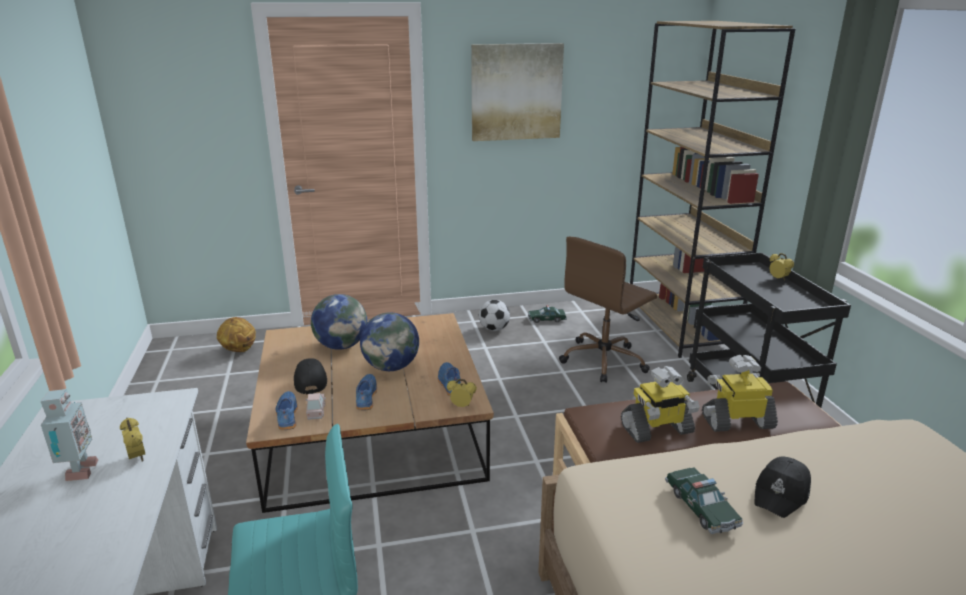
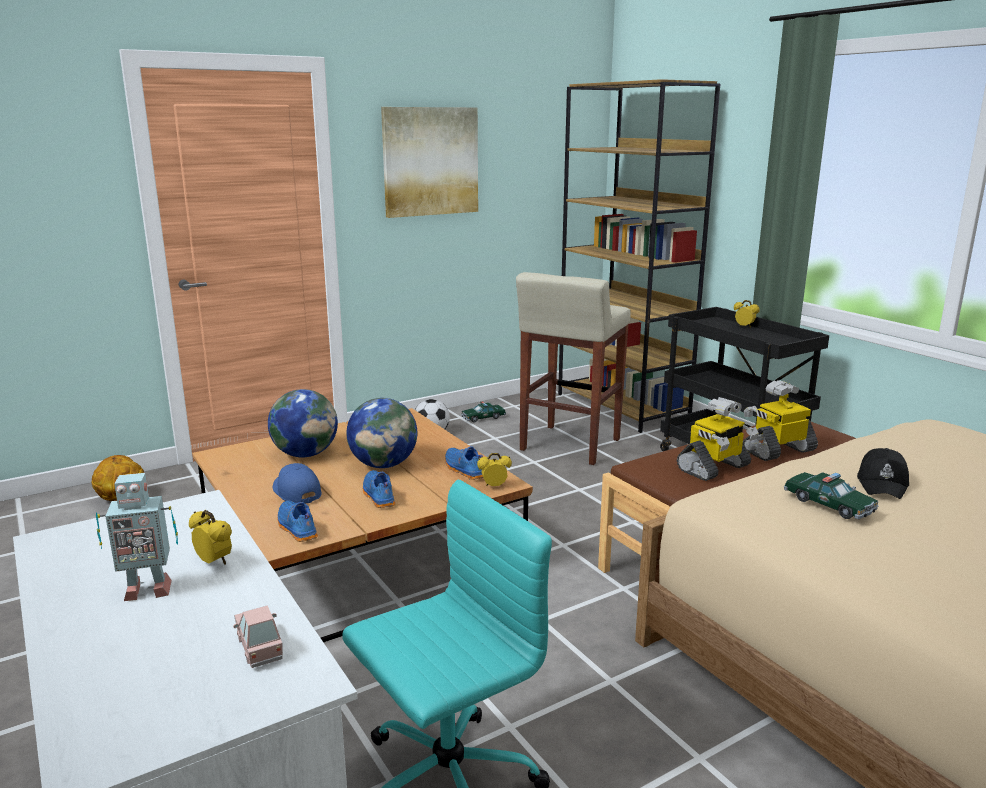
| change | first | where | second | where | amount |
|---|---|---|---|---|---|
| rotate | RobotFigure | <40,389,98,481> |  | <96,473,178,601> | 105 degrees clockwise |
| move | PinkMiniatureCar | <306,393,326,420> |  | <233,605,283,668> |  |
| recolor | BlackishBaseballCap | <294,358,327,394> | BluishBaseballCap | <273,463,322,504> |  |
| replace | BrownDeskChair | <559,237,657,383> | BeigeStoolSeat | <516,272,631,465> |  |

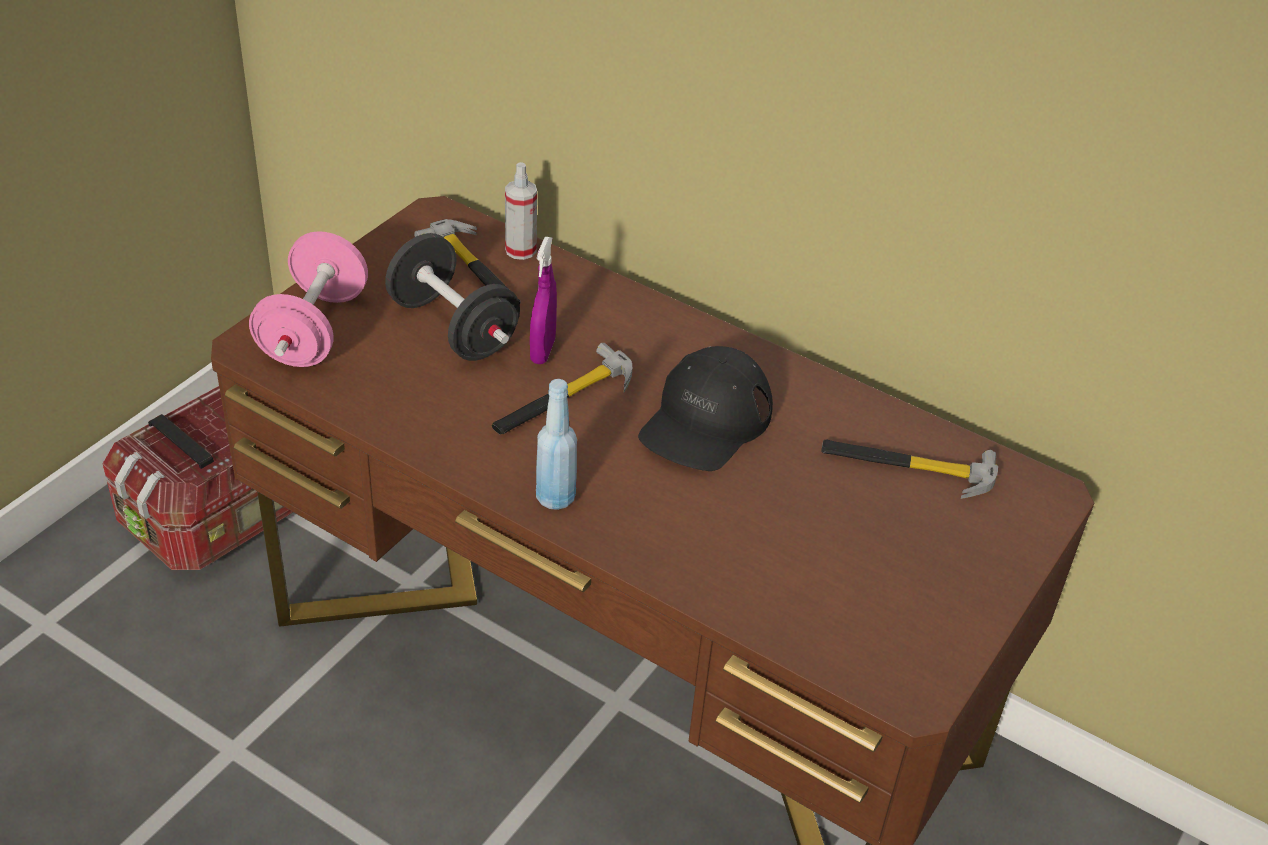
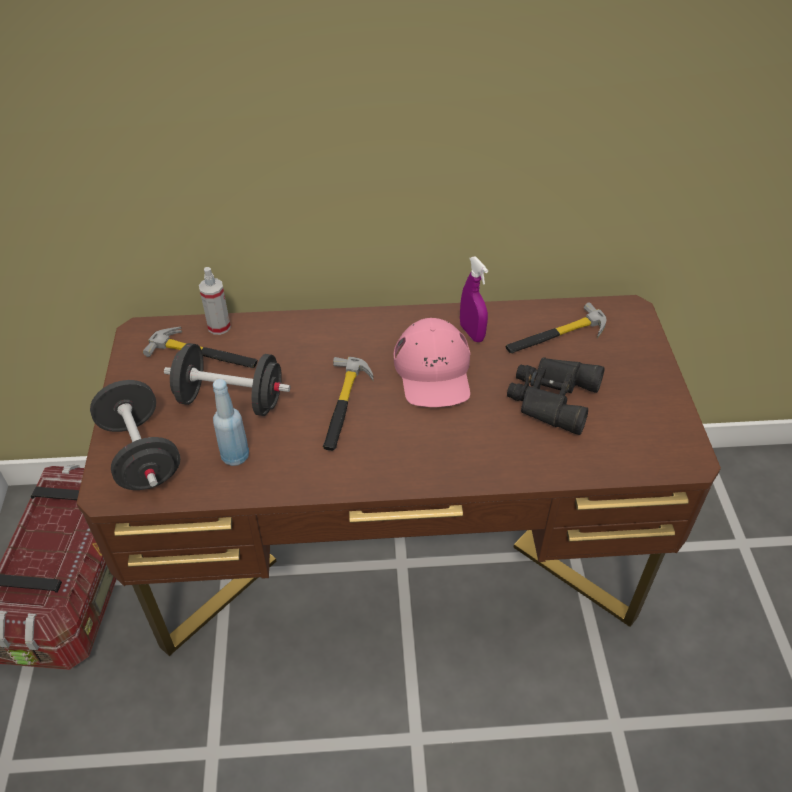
| change | first | where | second | where | amount |
|---|---|---|---|---|---|
| recolor | PinkFreeWeight | <249,231,368,367> | BlackishFreeWeight | <90,380,180,490> |  |
| move | BluishDrinkBottle | <536,379,577,510> |  | <213,379,249,466> |  |
| recolor | BlackishBaseballCap | <638,346,773,471> | PinkBaseballCap | <394,318,470,407> |  |
| move | PurpleHandSprayer | <530,237,557,364> |  | <460,256,488,342> |  |
| insert |  |  | BlackishFieldGlasses | <507,358,605,435> |  |

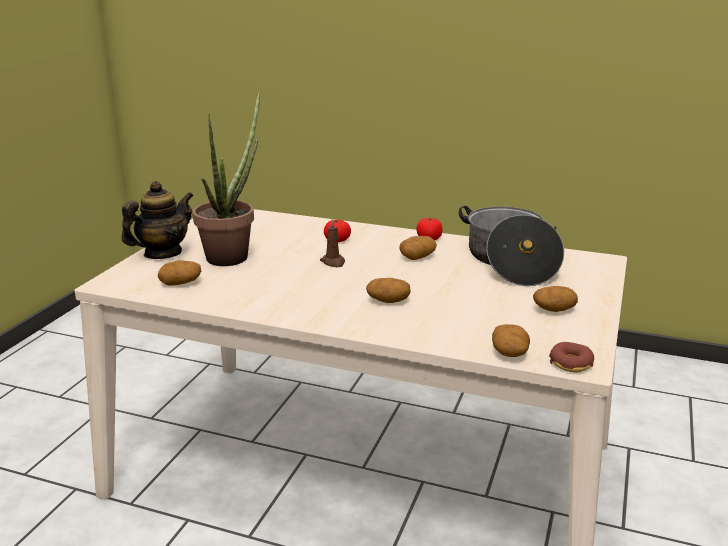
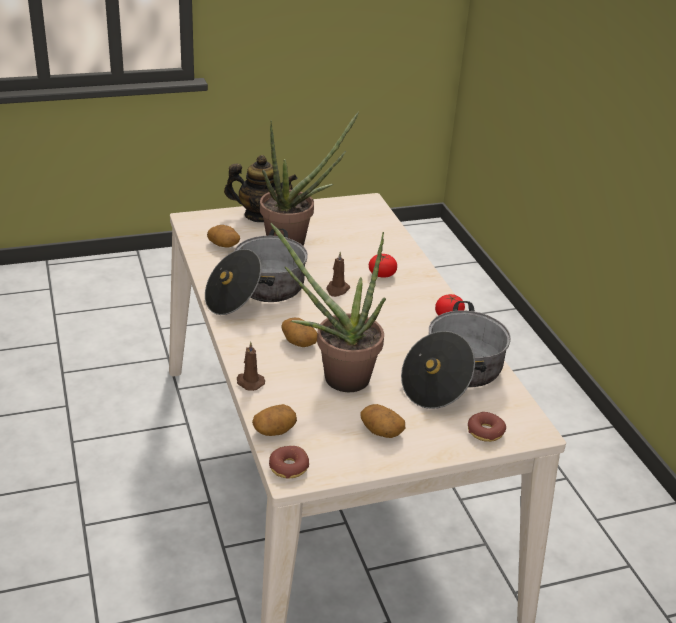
| change | first | where | second | where | amount |
|---|---|---|---|---|---|
| insert |  |  | Saucepot | <205,228,308,315> |  |
| insert |  |  | BrownWaxCandle | <237,342,265,391> |  |
| insert |  |  | Houseplant | <270,223,386,392> |  |
| insert |  |  | Doughnut | <468,412,506,442> |  |
| delete | Potato | <399,236,437,260> |  |  |  |

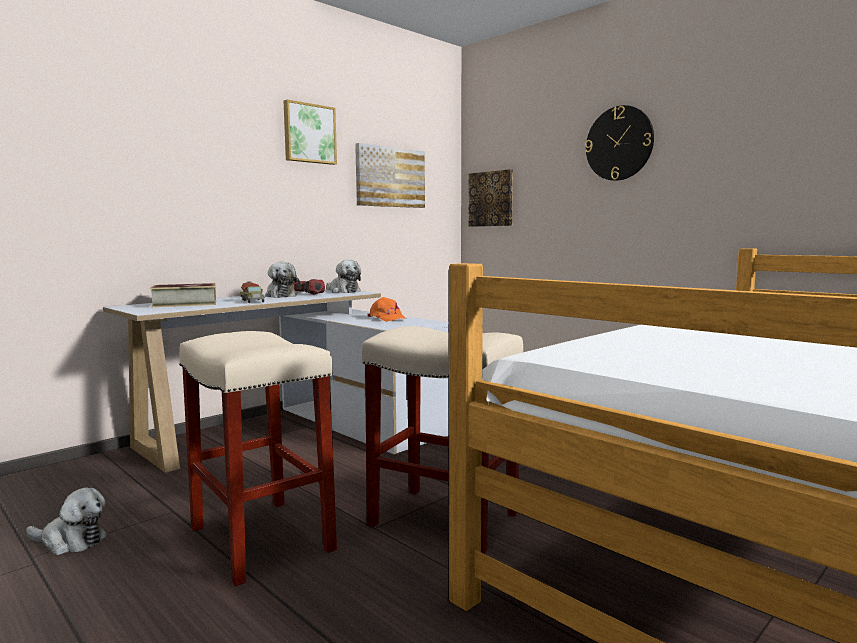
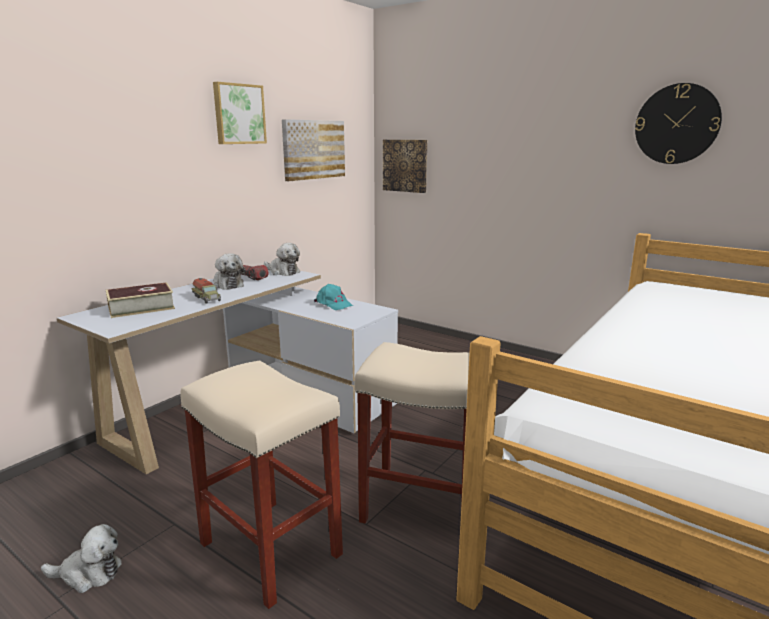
| change | first | where | second | where | amount |
|---|---|---|---|---|---|
| recolor | OrangeColouredBaseballCap | <368,297,406,322> | BlueGreenBaseballCap | <314,284,353,310> |  |
| move | WallClock | <585,105,654,181> |  | <635,83,722,164> |  |

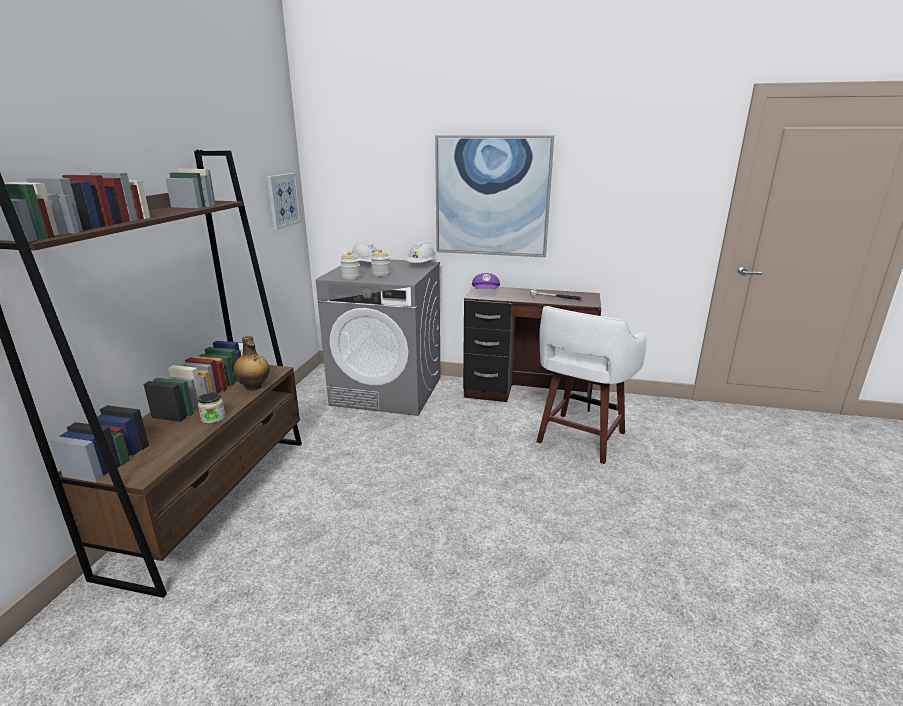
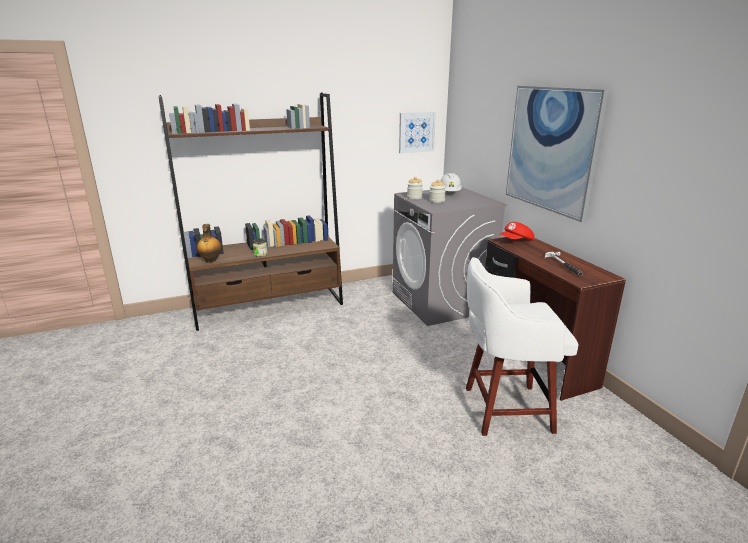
| change | first | where | second | where | amount |
|---|---|---|---|---|---|
| move | DrinkBottle | <233,335,270,391> |  | <197,224,222,263> |  |
| recolor | PurpleBaseballCap | <472,273,500,289> | ReddishBaseballCap | <500,222,535,241> |  |
| delete | WhiteWorkHelmet | <406,241,436,263> |  |  |  |

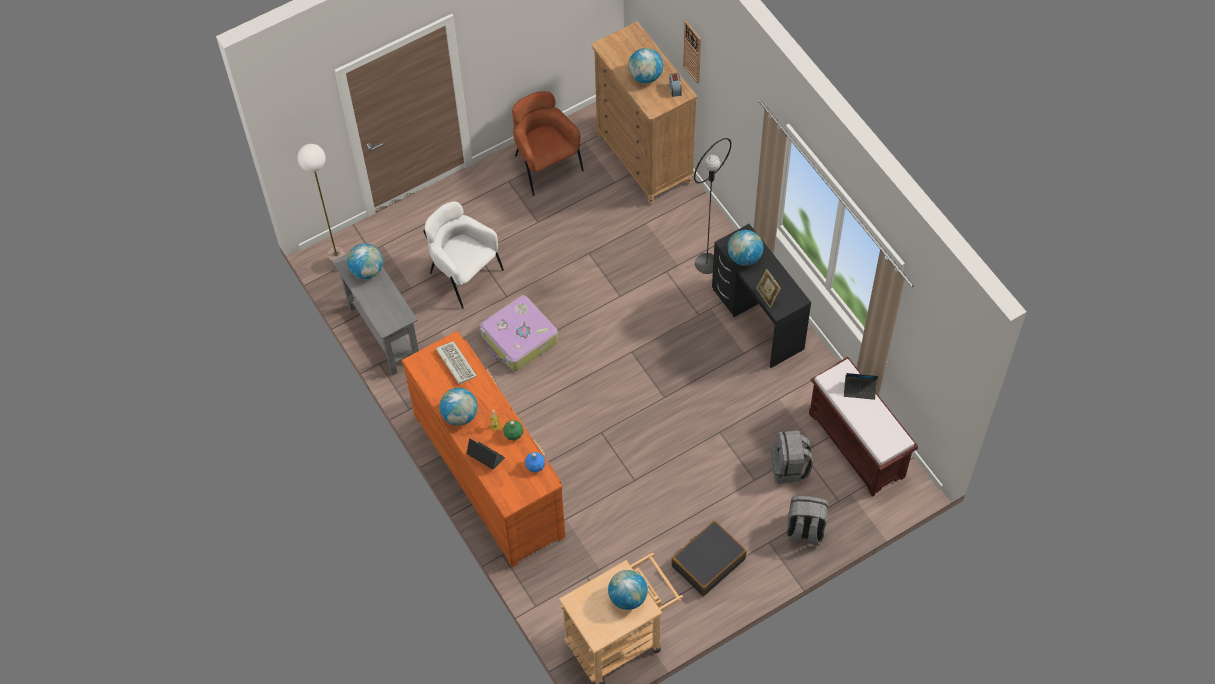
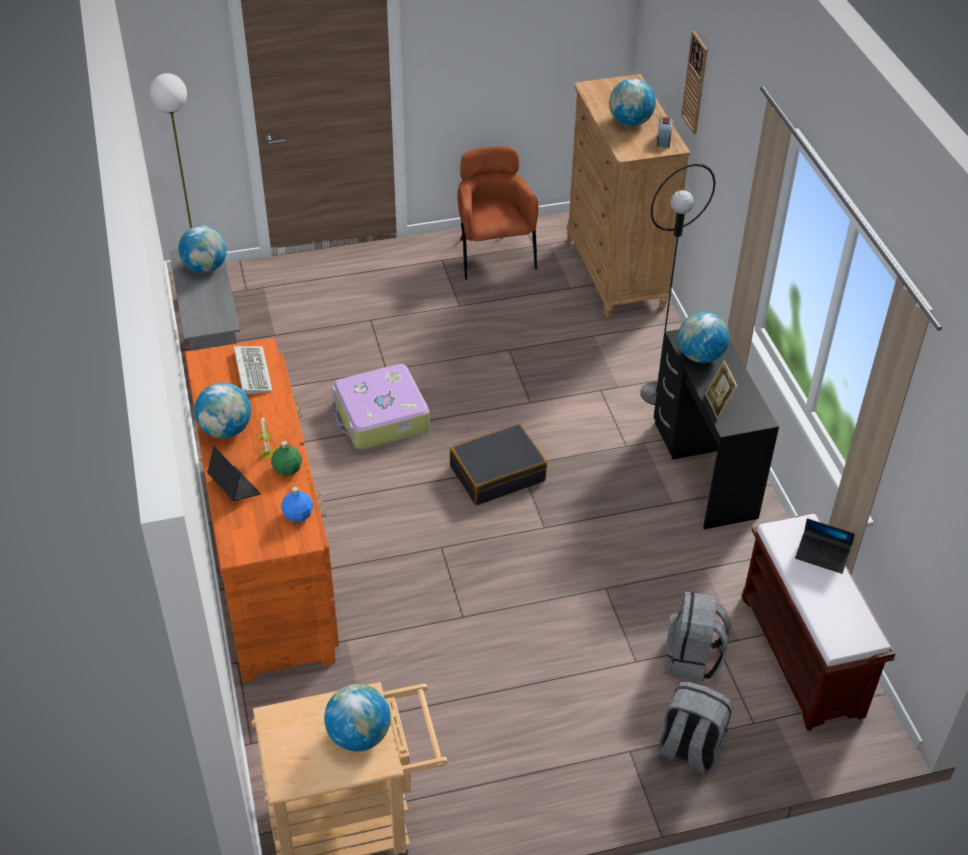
| change | first | where | second | where | amount |
|---|---|---|---|---|---|
| move | BlackishTravelCase | <672,521,747,596> |  | <450,424,547,505> |  |
| delete | WhiteLoungeChair | <423,202,504,309> |  |  |  |

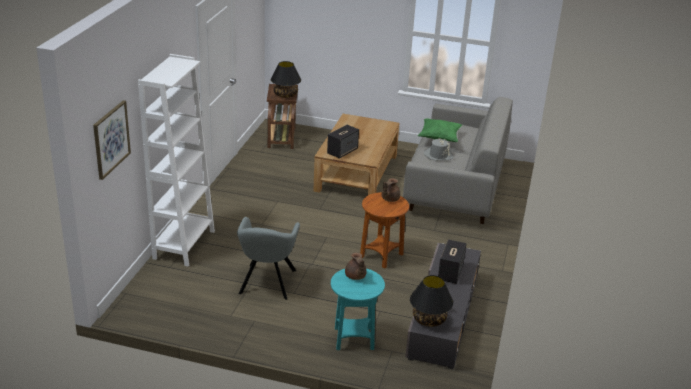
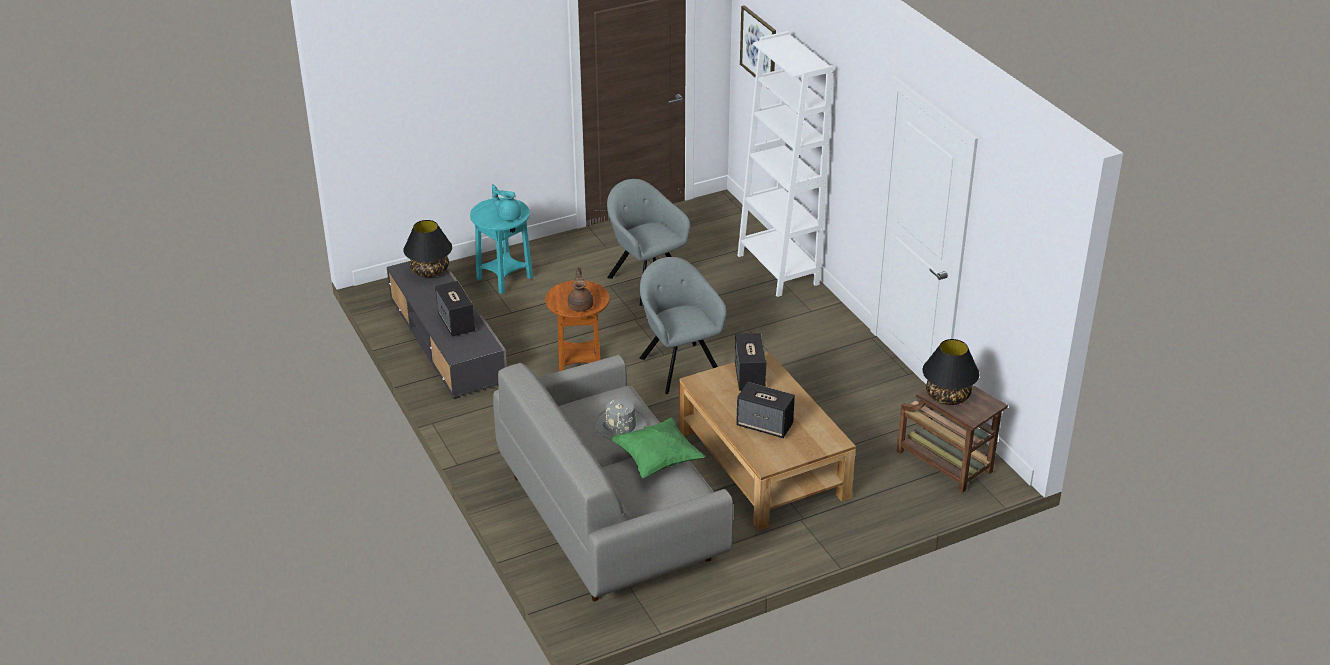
| change | first | where | second | where | amount |
|---|---|---|---|---|---|
| recolor | BrownPotForTea | <345,252,367,280> | BlueGreenPotForTea | <492,184,521,221> |  |
| insert |  |  | GreyLoungeChair | <640,257,727,394> |  |
| insert |  |  | Loudspeaker | <736,382,795,438> |  |

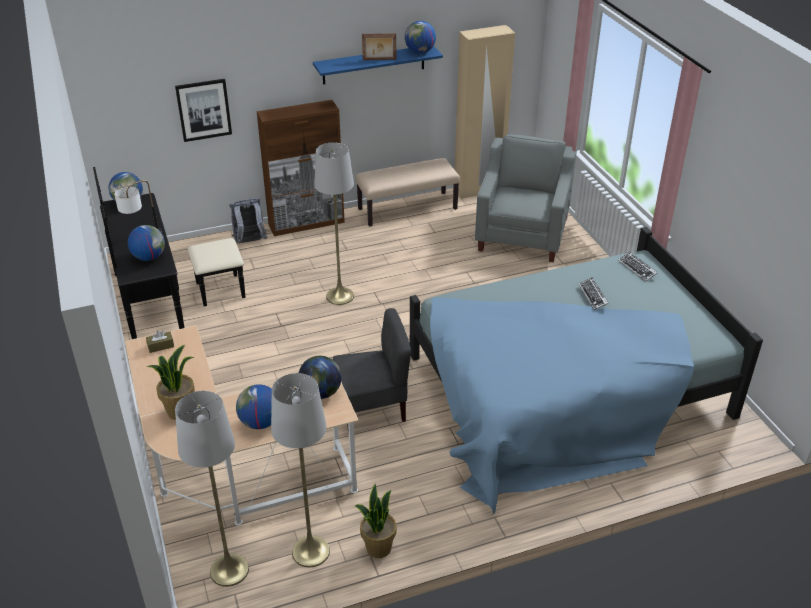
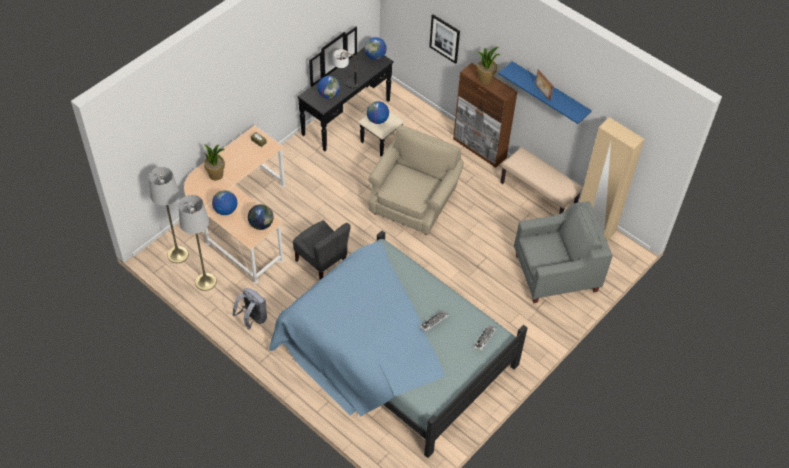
| change | first | where | second | where | amount |
|---|---|---|---|---|---|
| move | GreyKnapsack | <229,198,268,244> |  | <232,288,267,330> |  |
| move | Globe | <405,21,436,53> |  | <367,101,389,124> |  |
| replace | GreyFloorLamp | <314,142,354,305> | BeigeLoungeChair | <368,125,464,235> |  |
| move | Houseplant | <355,484,397,558> |  | <477,47,501,84> |  |

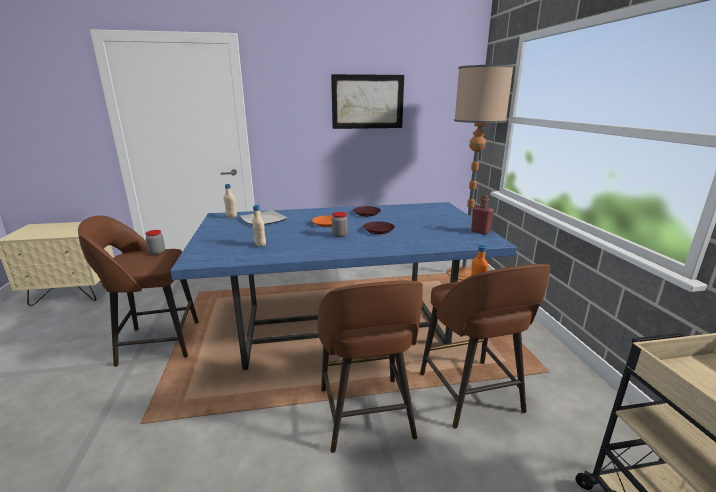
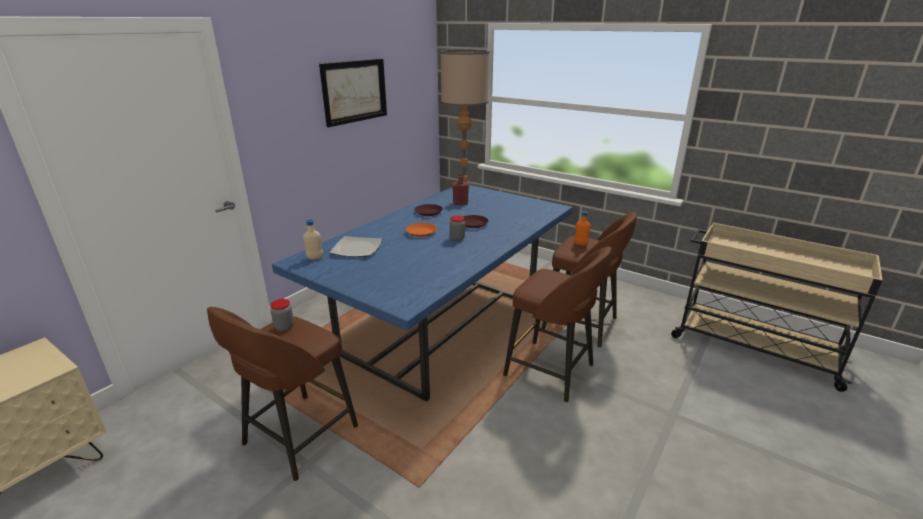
| change | first | where | second | where | amount |
|---|---|---|---|---|---|
| move | ReddishDrinkBottle | <471,195,494,235> |  | <452,173,469,205> |  |
| delete | BeigeDrinkBottle | <252,205,266,247> |  |  |  |

